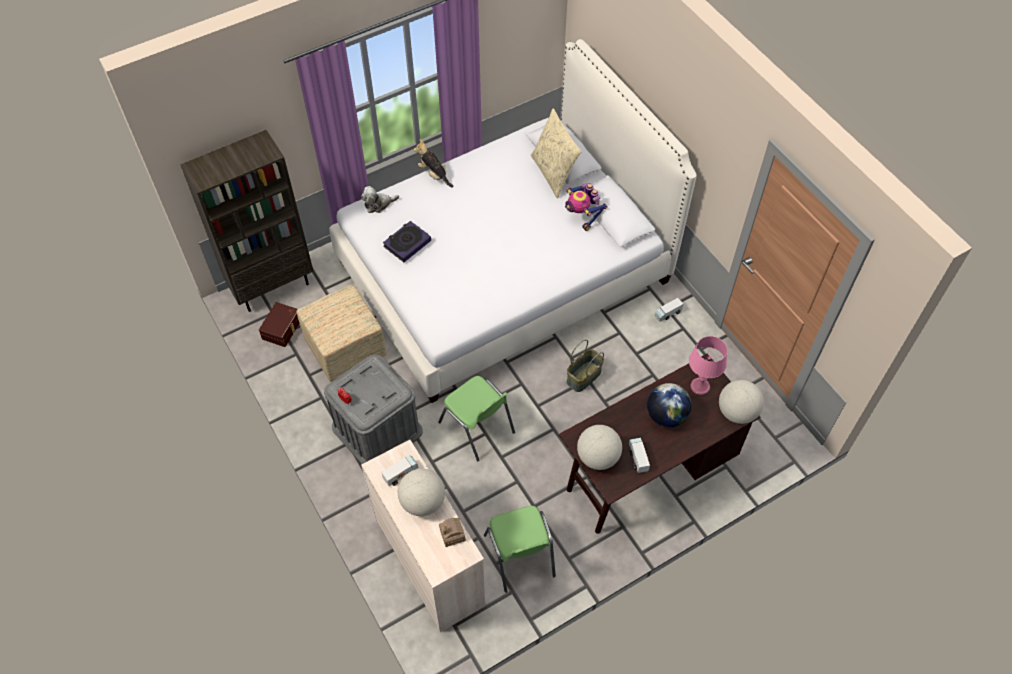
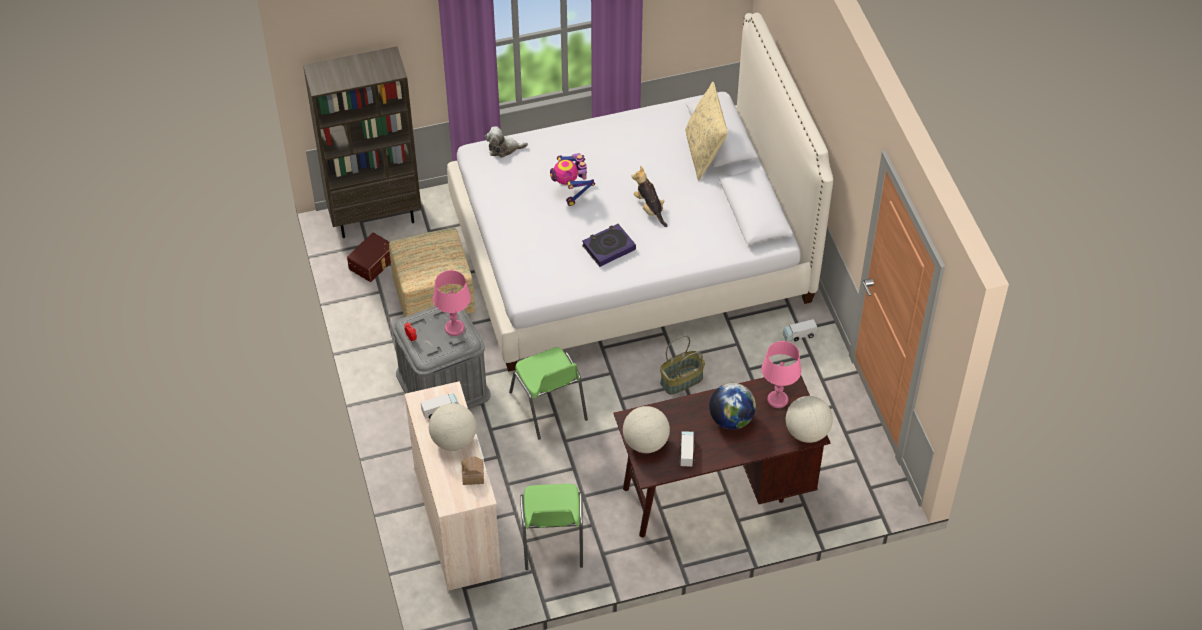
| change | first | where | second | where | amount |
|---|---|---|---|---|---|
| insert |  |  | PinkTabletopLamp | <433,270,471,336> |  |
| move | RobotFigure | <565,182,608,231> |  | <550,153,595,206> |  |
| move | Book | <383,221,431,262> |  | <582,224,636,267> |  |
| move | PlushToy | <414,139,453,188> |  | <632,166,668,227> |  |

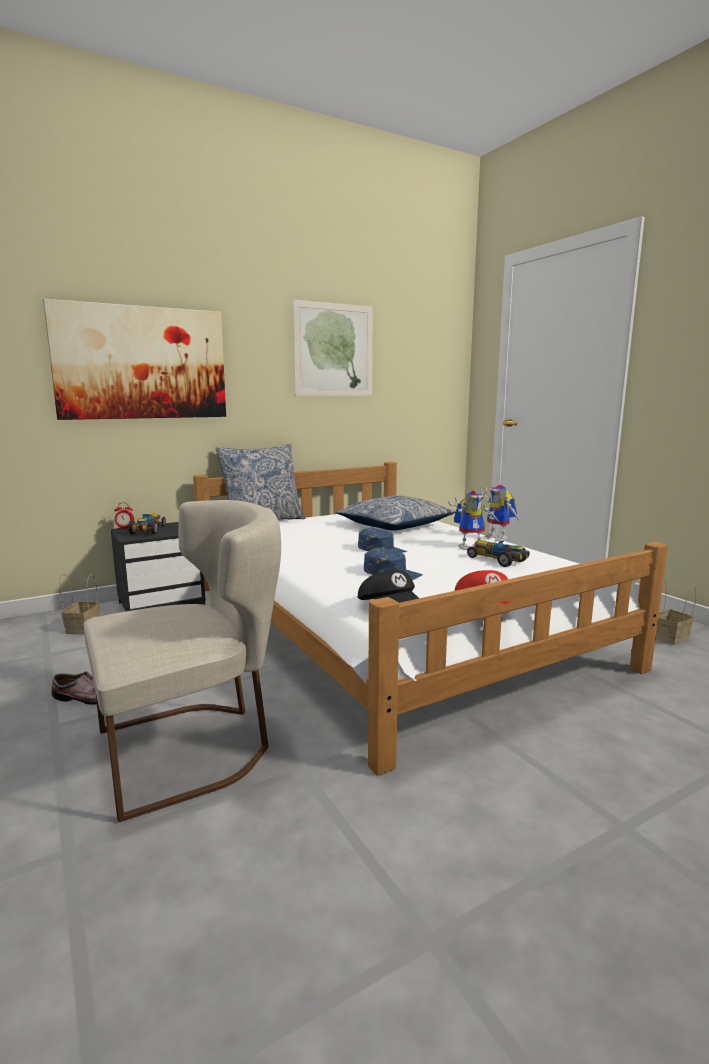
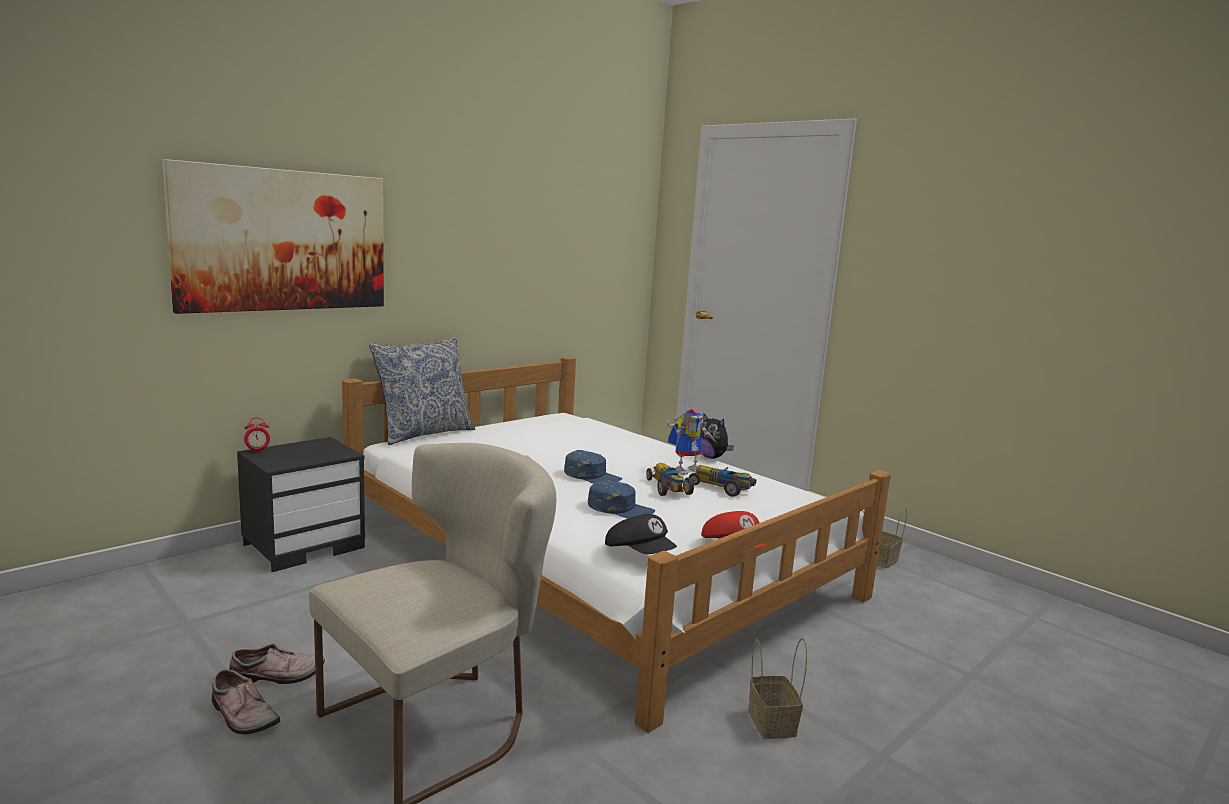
| change | first | where | second | where | amount |
|---|---|---|---|---|---|
| insert |  |  | ItemOfFootwear | <212,669,280,734> |  |
| move | MiniatureCar | <128,513,166,534> |  | <646,463,694,496> |  |
| replace | RobotFigure | <480,485,521,541> | PlushToy | <700,413,734,459> |  |
| move | Basket | <59,573,100,634> |  | <749,638,807,739> |  |
| delete | Picture | <292,300,373,396> |  |  |  |
| delete | ThrowPillow | <336,496,455,531> |  |  |  |

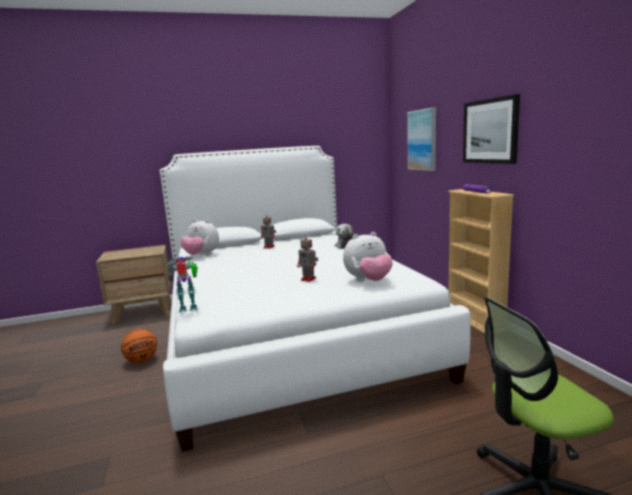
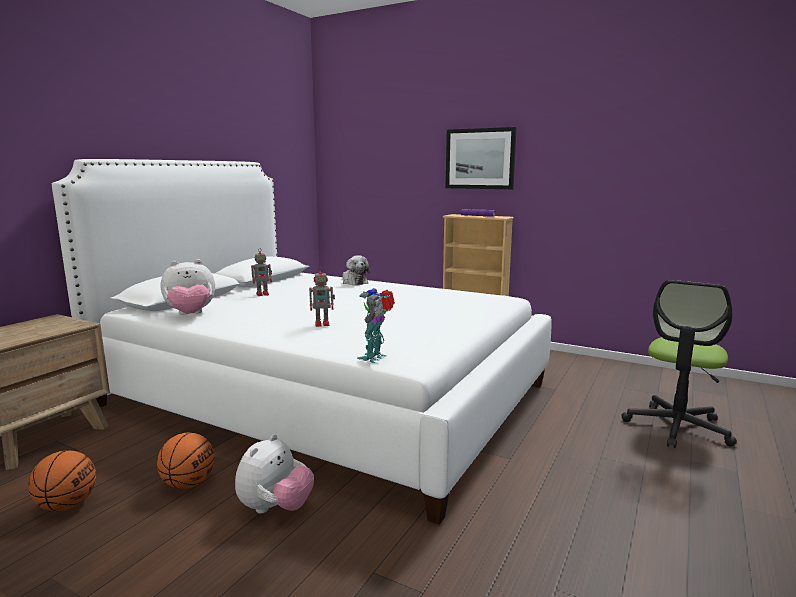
| change | first | where | second | where | amount |
|---|---|---|---|---|---|
| insert |  |  | BallForBasketball | <28,451,96,511> |  |
| move | PlushToy | <343,232,393,281> |  | <235,434,314,514> |  |
| move | RobotFigure | <297,234,318,282> |  | <309,267,335,327> |  |
| delete | Picture | <407,107,436,171> |  |  |  |

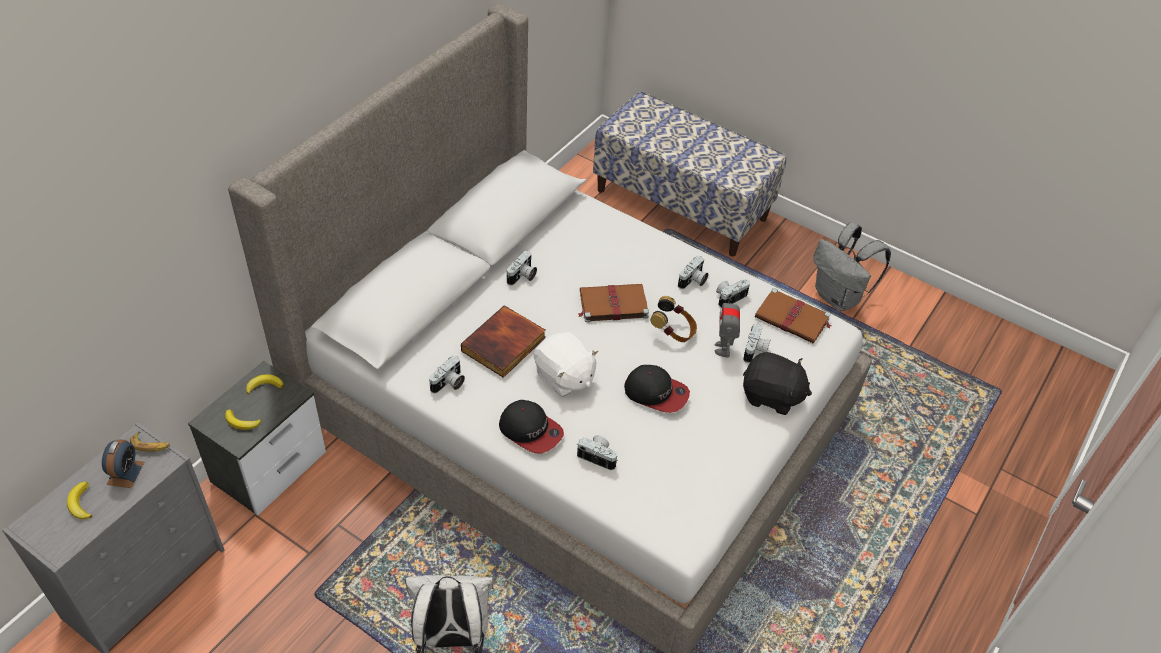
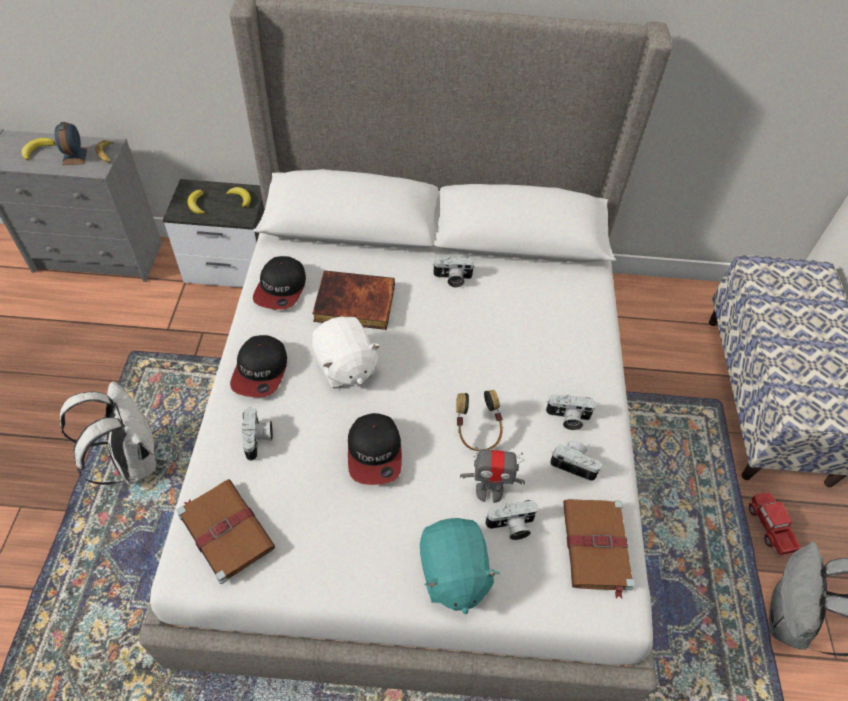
| change | first | where | second | where | amount |
|---|---|---|---|---|---|
| rotate | BedsideClock | <102,439,144,488> |  | <55,122,88,165> | 105 degrees clockwise |
| move | BrownBook | <577,284,649,322> |  | <176,479,275,584> |  |
| replace | StillCamera | <429,356,465,393> | BaseballCap | <253,256,306,310> |  |
| rotate | WhitePlushToy | <534,332,598,397> |  | <312,317,381,388> | 45 degrees counterclockwise |
| recolor | BlackishPlushToy | <743,352,812,415> | BlueGreenPlushToy | <420,518,500,614> |  |
| rotate | RobotFigure | <715,290,740,358> |  | <460,447,525,503> | 150 degrees counterclockwise |
| insert |  |  | ModelTruck | <749,492,801,557> |  |

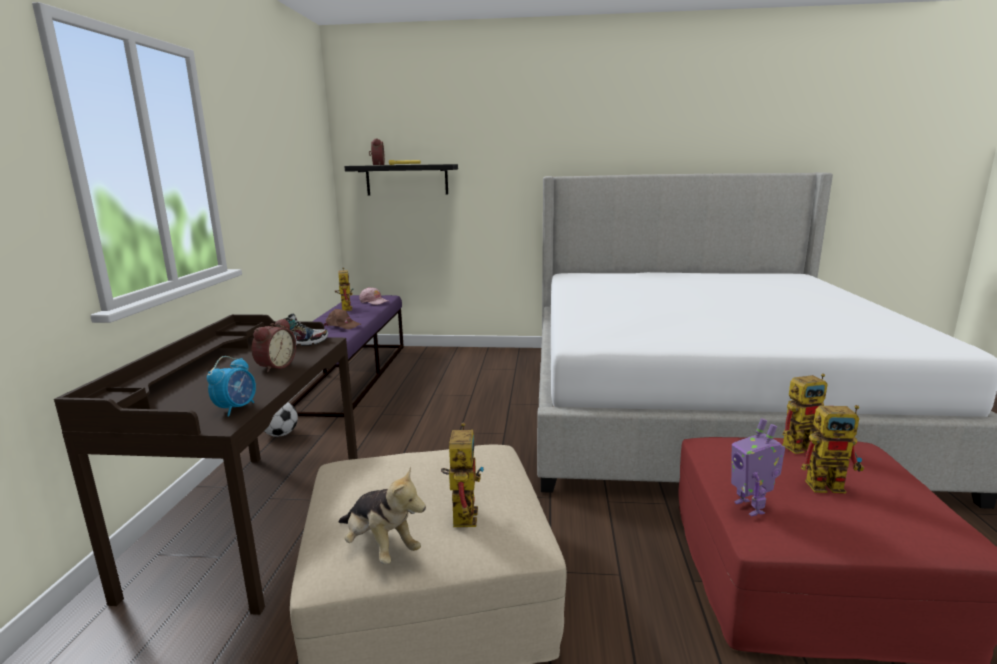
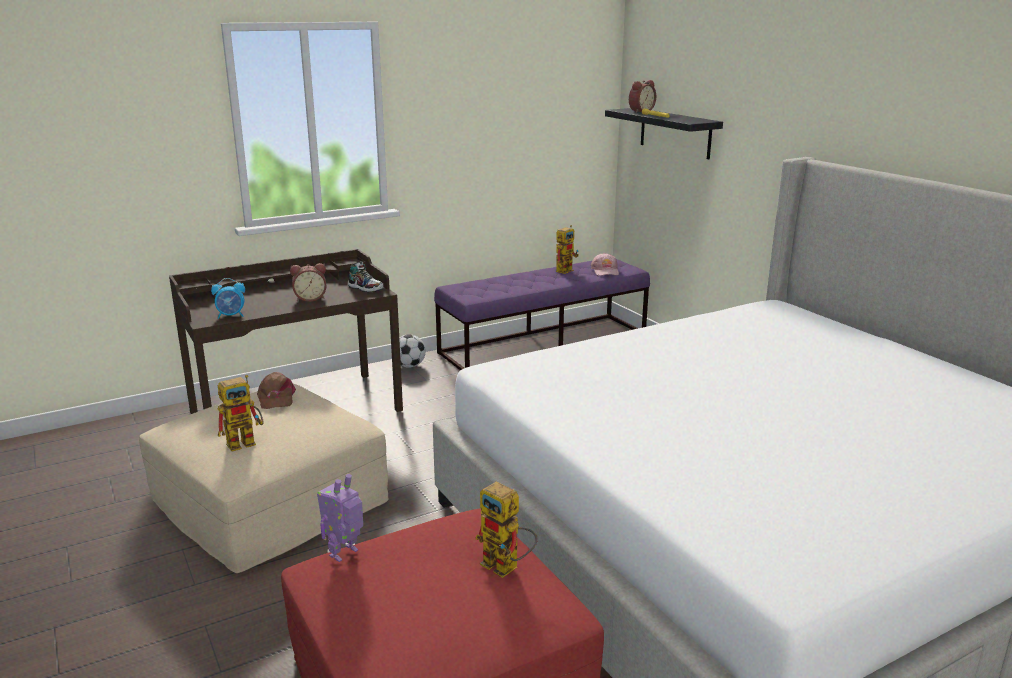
| change | first | where | second | where | amount |
|---|---|---|---|---|---|
| move | BrownBaseballCap | <324,309,361,330> |  | <257,372,296,409> |  |
| delete | PlushToy | <338,466,426,564> |  |  |  |
| delete | RobotFigure | <801,405,864,494> |  |  |  |

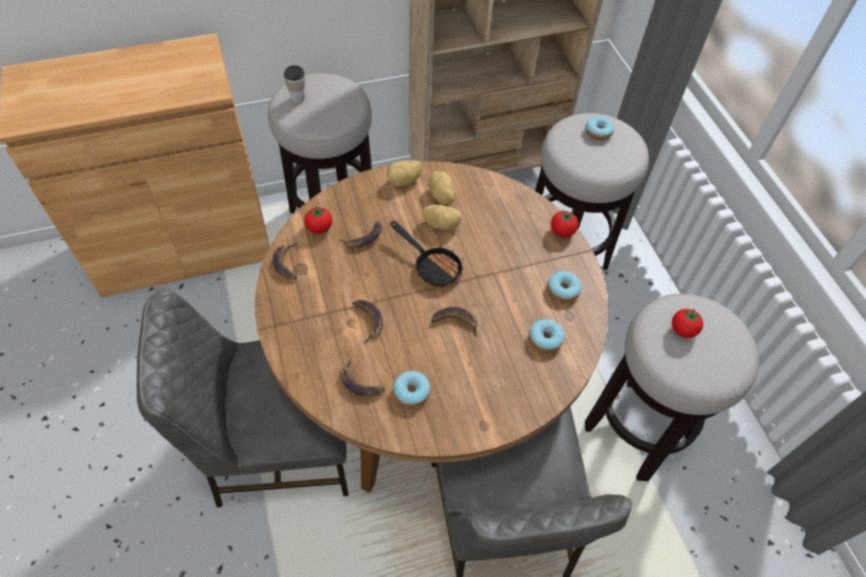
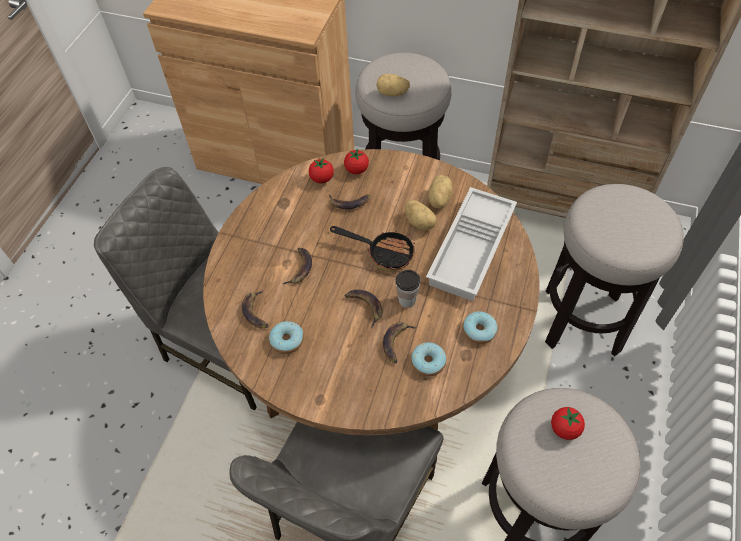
| change | first | where | second | where | amount |
|---|---|---|---|---|---|
| rotate | Skillet | <390,221,464,288> |  | <330,226,415,272> | 60 degrees counterclockwise |
| move | WholeTomato | <551,210,578,237> |  | <344,149,369,174> |  |
| move | Potato | <386,160,422,187> |  | <376,74,410,96> |  |
| move | BananaFruit | <273,244,297,280> |  | <383,322,417,363> |  |
| move | Cup | <284,65,305,103> |  | <395,270,420,308> |  |
| insert |  |  | WhiteCarryingTray | <426,187,517,301> |  |
| delete | Doughnut | <585,116,614,140> |  |  |  |

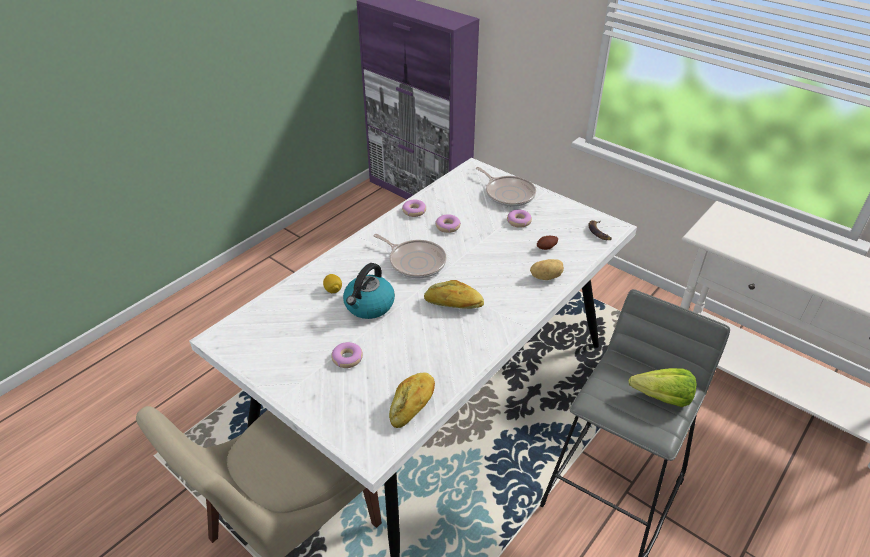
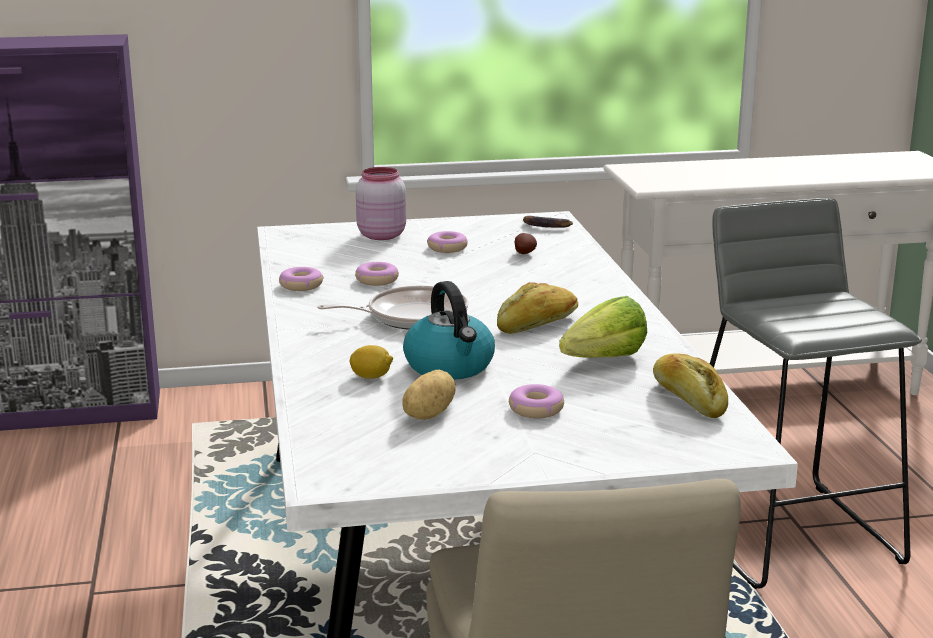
| change | first | where | second | where | amount |
|---|---|---|---|---|---|
| replace | Skillet | <476,167,536,207> | PinkPreserveJar | <356,167,406,240> |  |
| move | Potato | <530,259,564,280> |  | <402,370,456,420> |  |
| move | HeadOfLettuce | <629,368,697,407> |  | <559,296,647,358> |  |

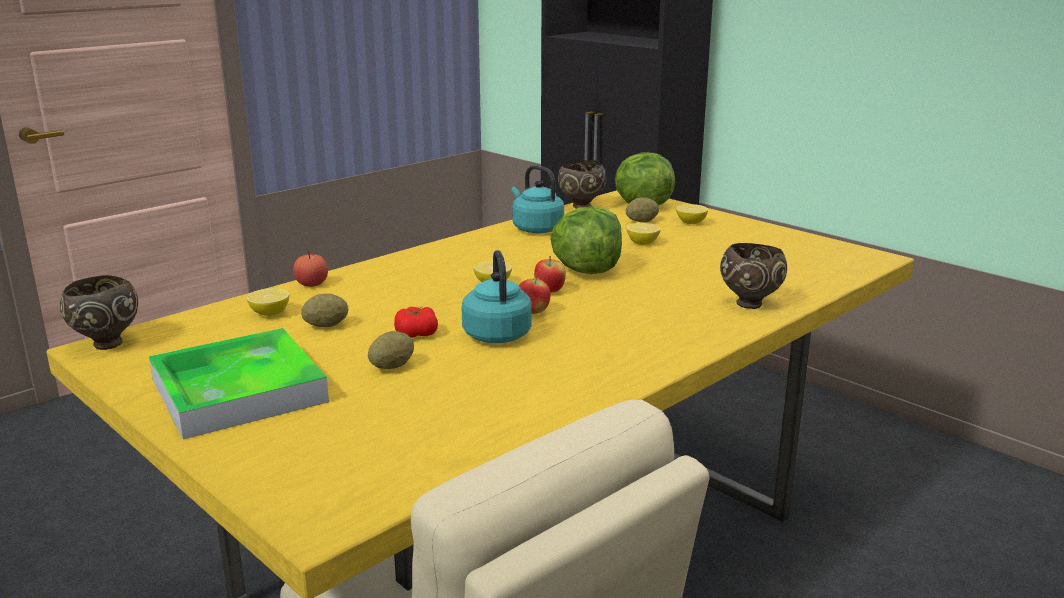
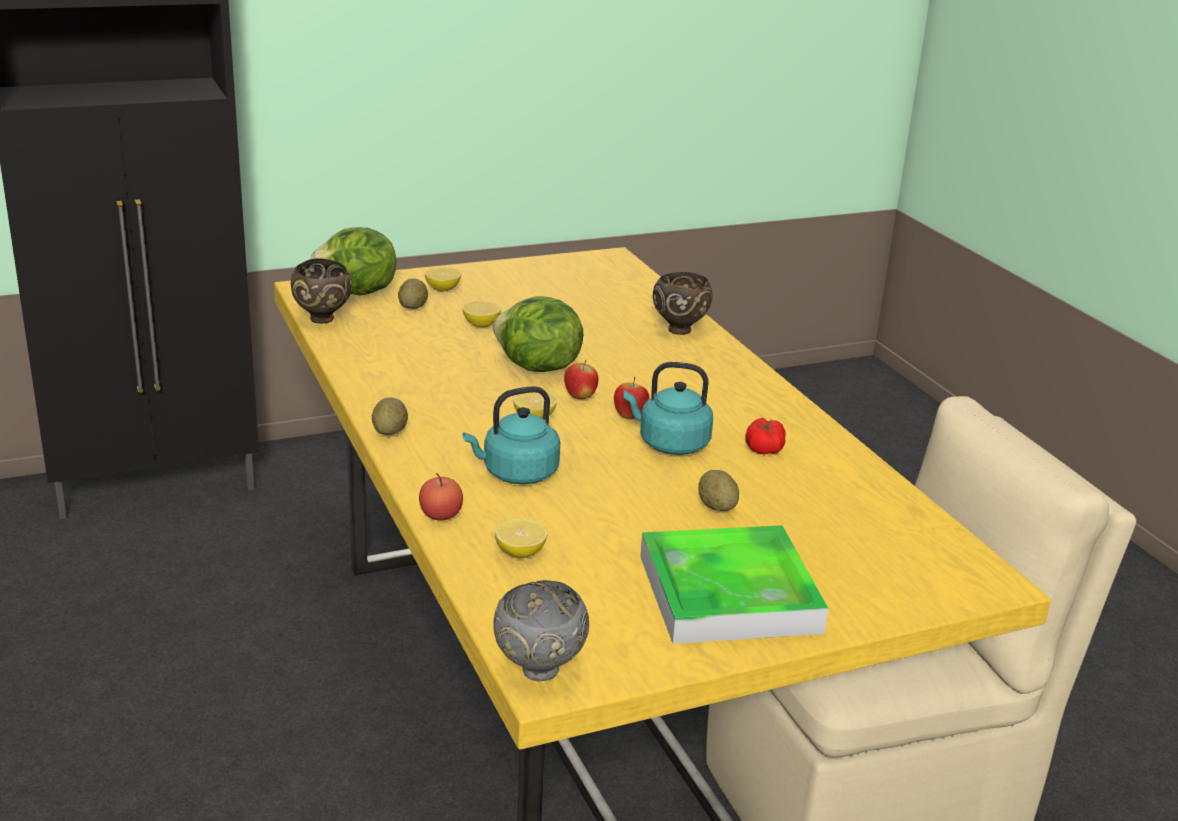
| change | first | where | second | where | amount |
|---|---|---|---|---|---|
| move | Potato | <301,293,348,327> |  | <372,397,408,435> |  |
| move | BlueGreenTeaKettle | <512,165,564,233> |  | <462,386,560,484> |  |
| recolor | BrownDeepDish | <60,275,138,350> | GreyDeepDish | <493,580,589,681> |  |
| move | WholeTomato | <394,306,438,338> |  | <745,417,786,454> |  |

